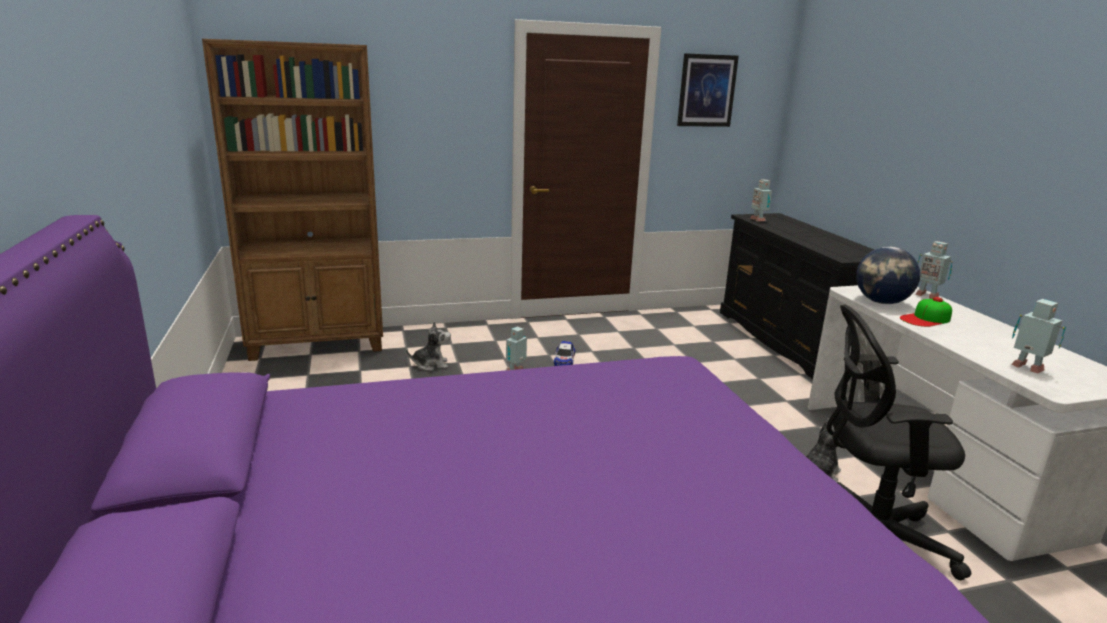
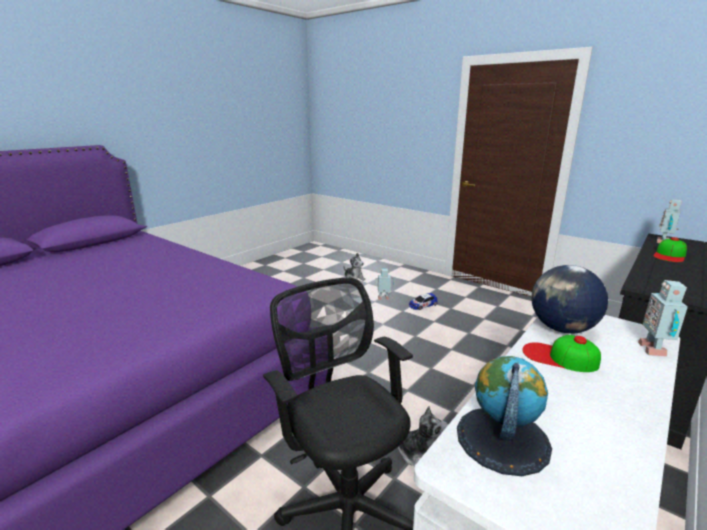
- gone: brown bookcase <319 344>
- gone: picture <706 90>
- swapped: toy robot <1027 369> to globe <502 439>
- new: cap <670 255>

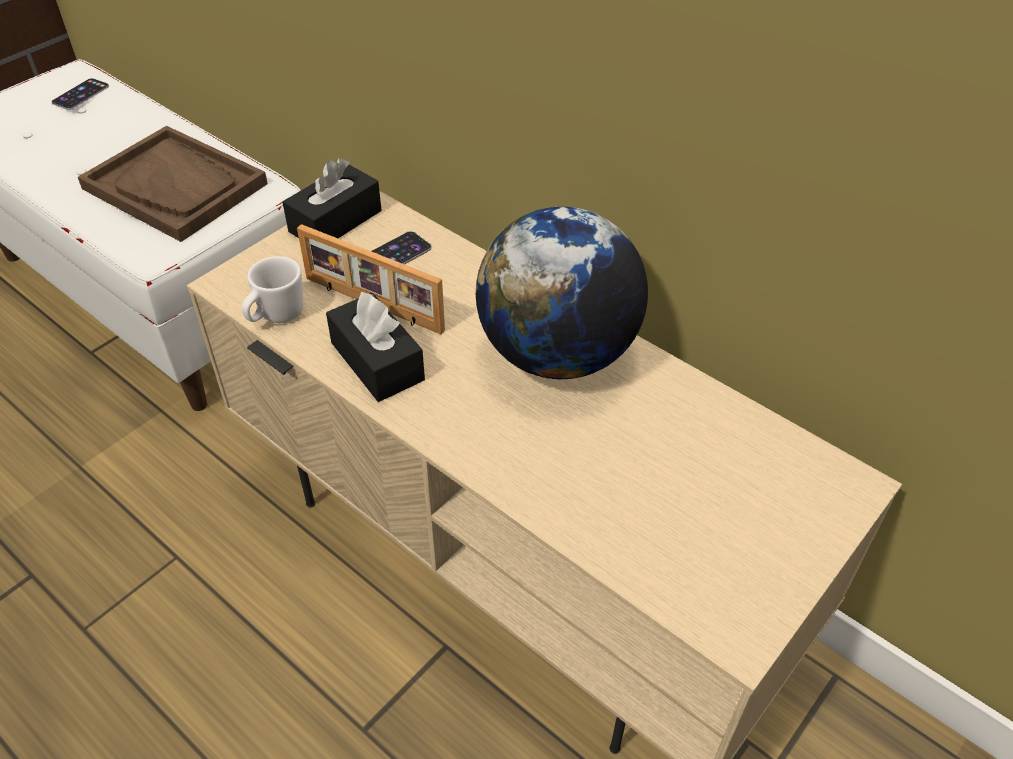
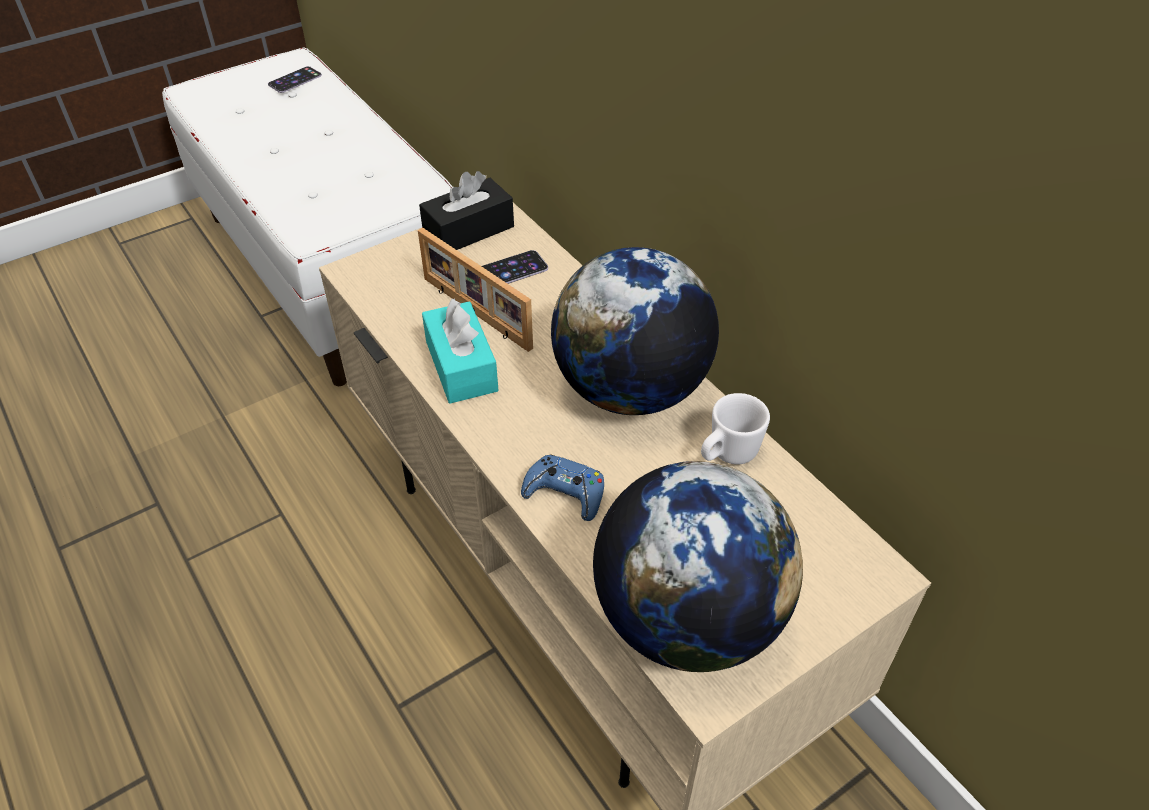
- gone: brown tray <176 186>
- shifted: white mug <276 316> to <727 455>
- repainted: black tissue box <377 361> to turquoise tissue box <461 366>
- new: blue game controller <565 493>
- new: globe <687 618>

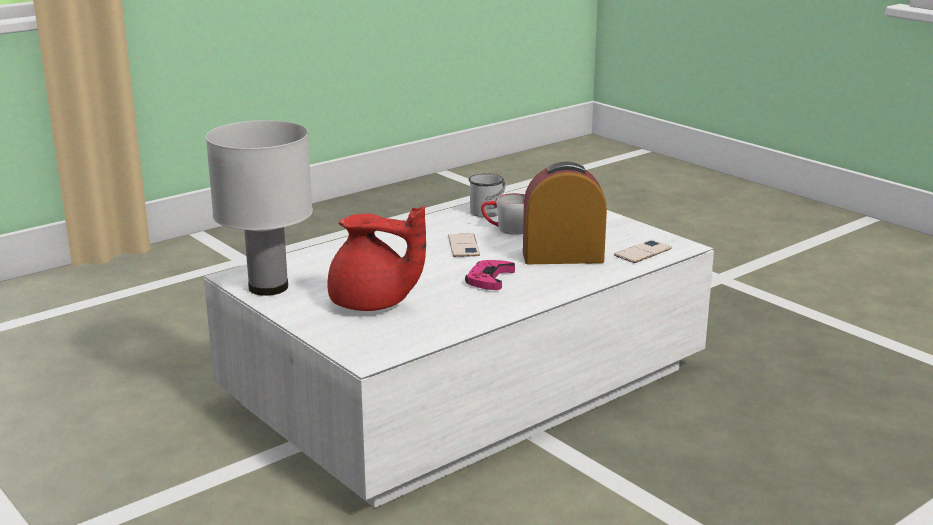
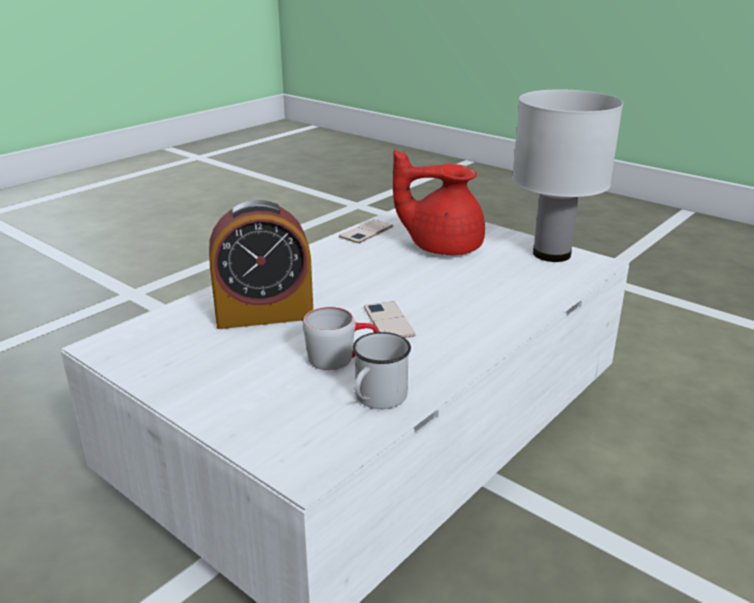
- gone: pink game controller <489 279>
- shifted: phone <643 252> to <366 232>

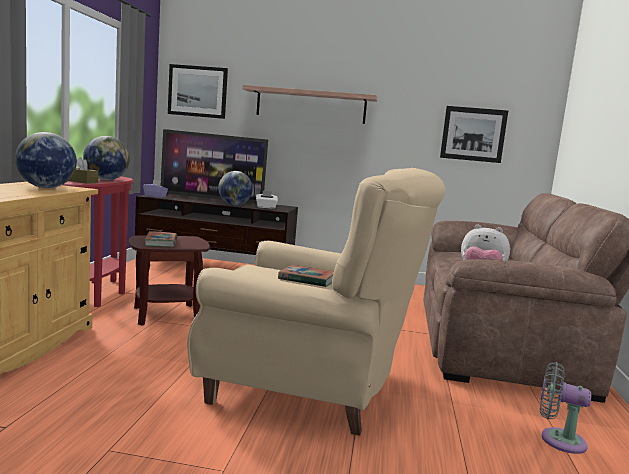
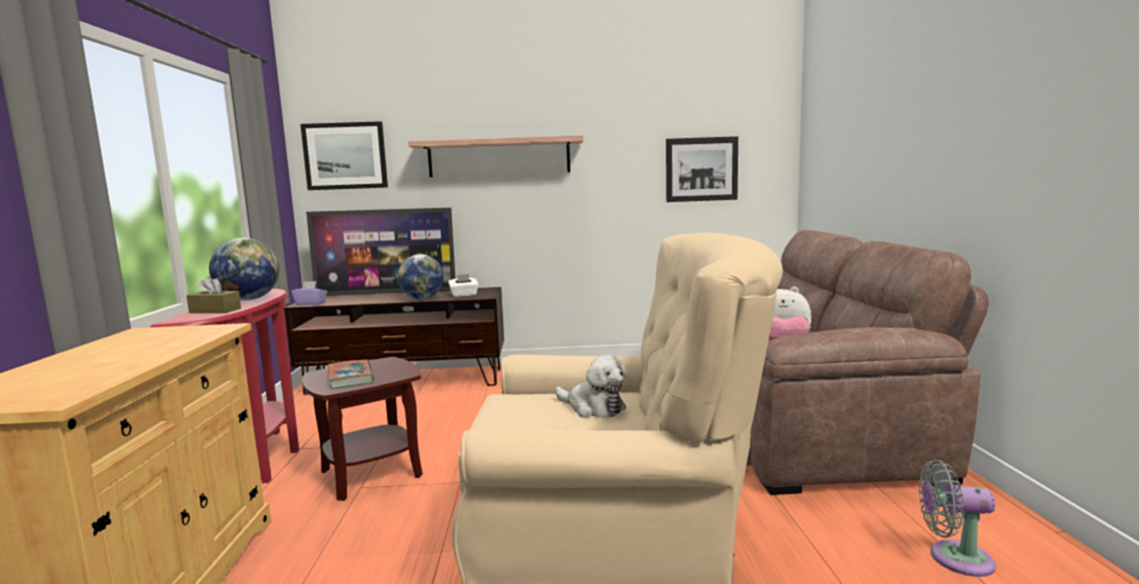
- gone: globe <46 188>
- swapped: book <307 280> to plush toy <593 407>

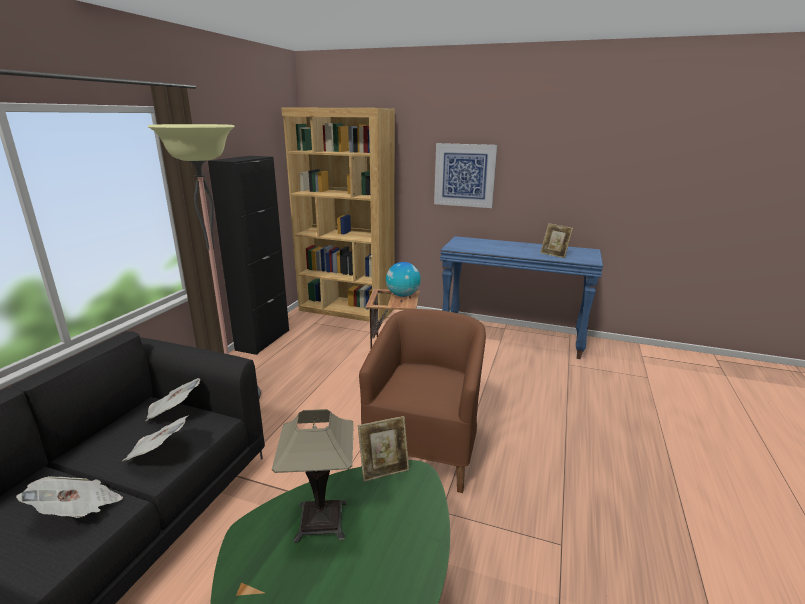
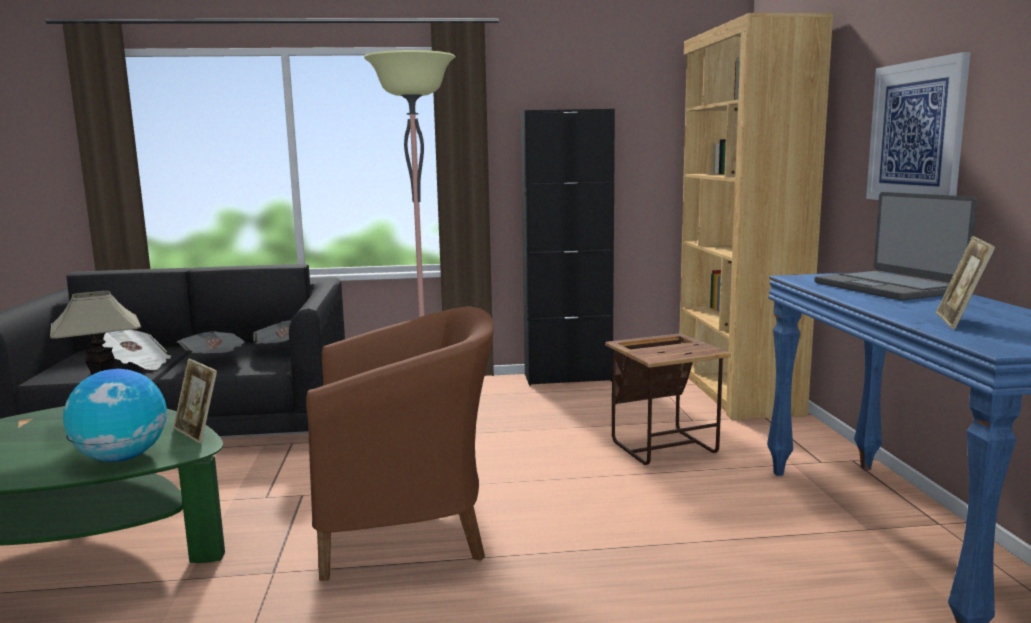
- shifted: globe <403 295> to <122 458>
- new: laptop <888 287>

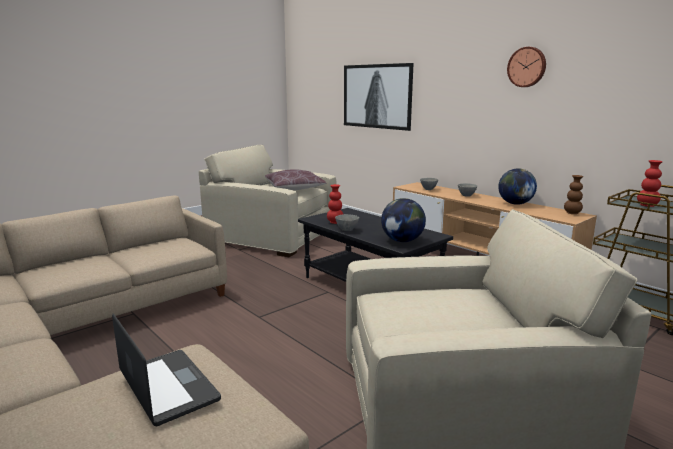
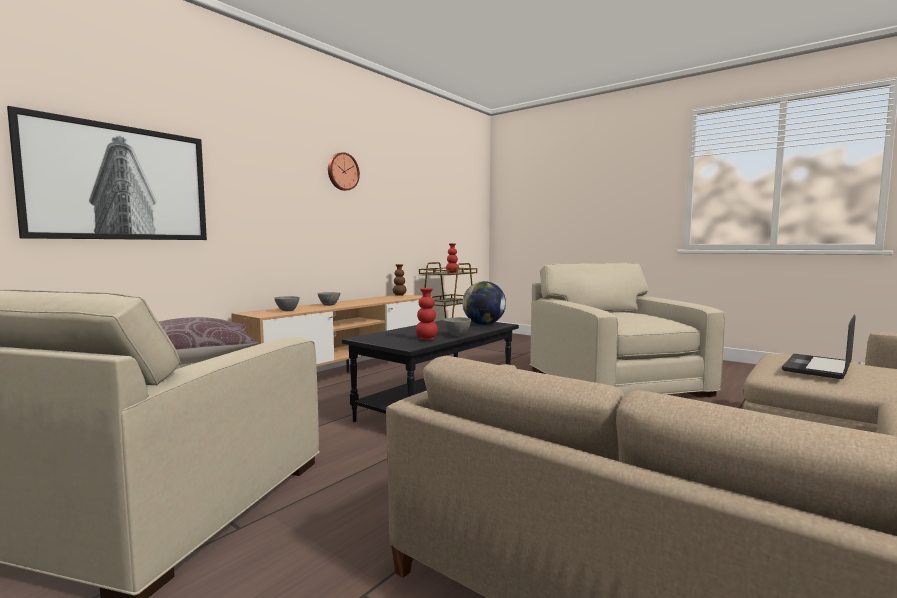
- gone: globe <515 204>

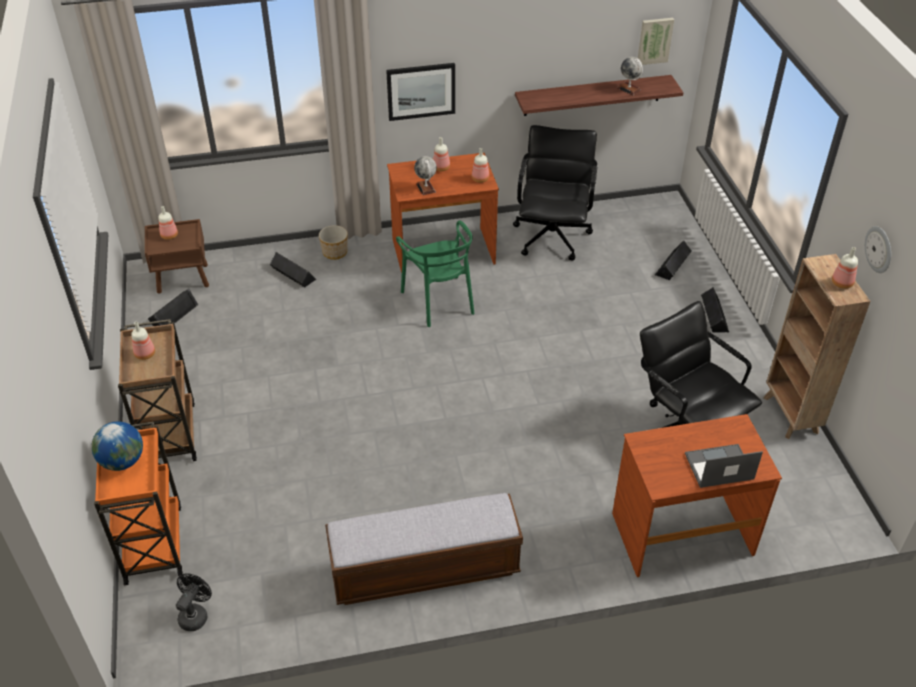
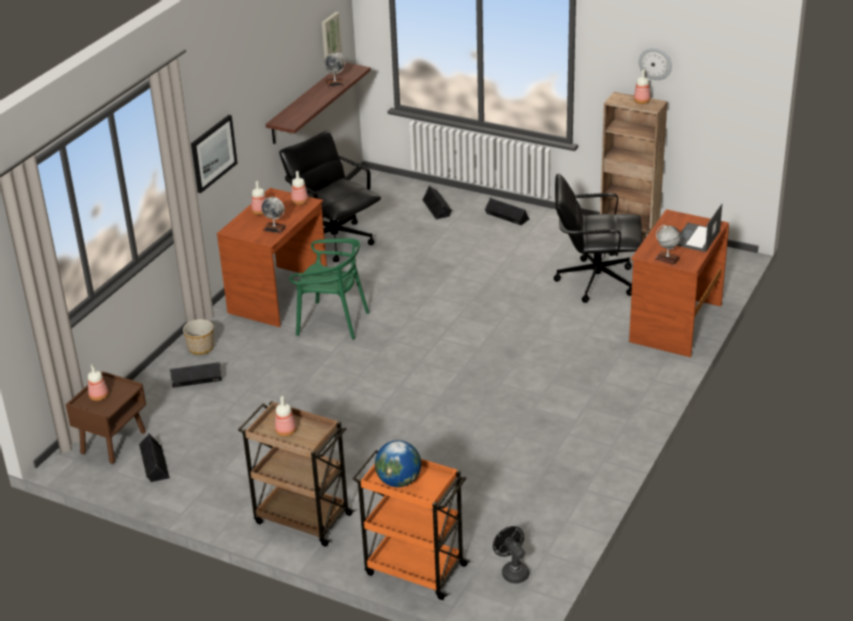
- gone: bench <424 569>
- new: globe <667 258>

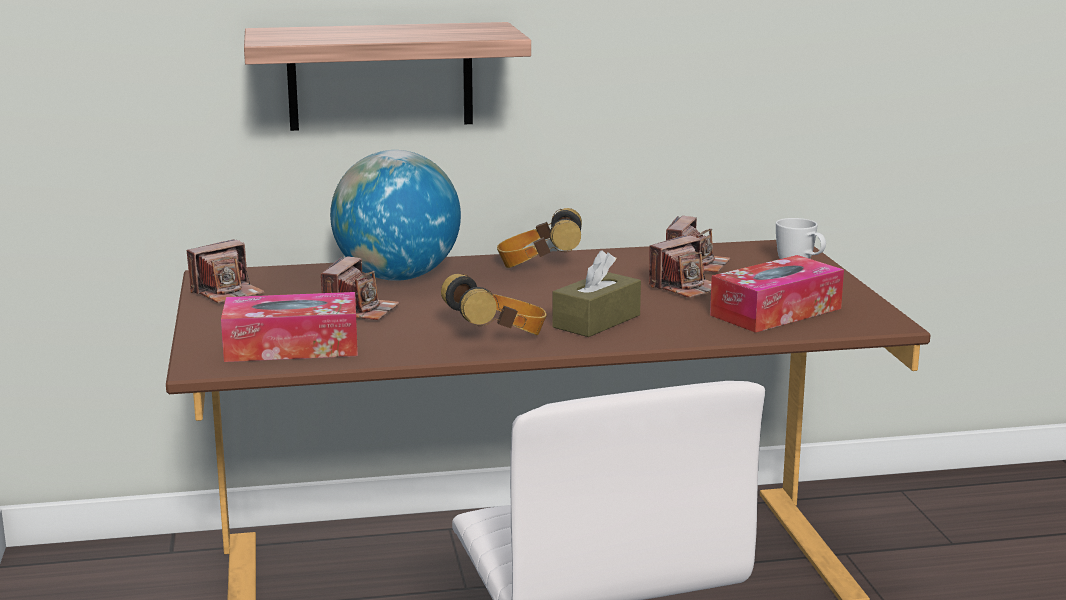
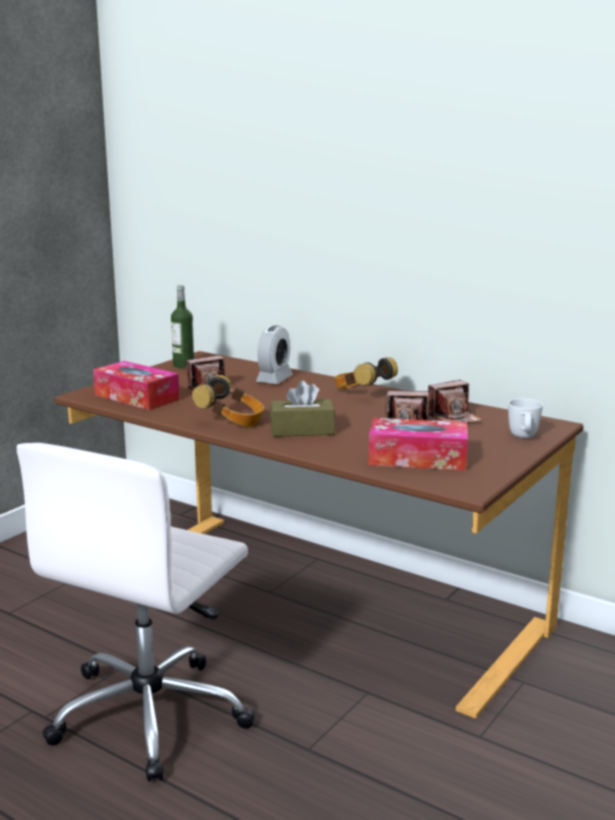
- swapped: photo camera <227 293> to bottle <183 365>
- gone: shelf <380 76>
- swapped: globe <397 277> to alarm clock <274 379>

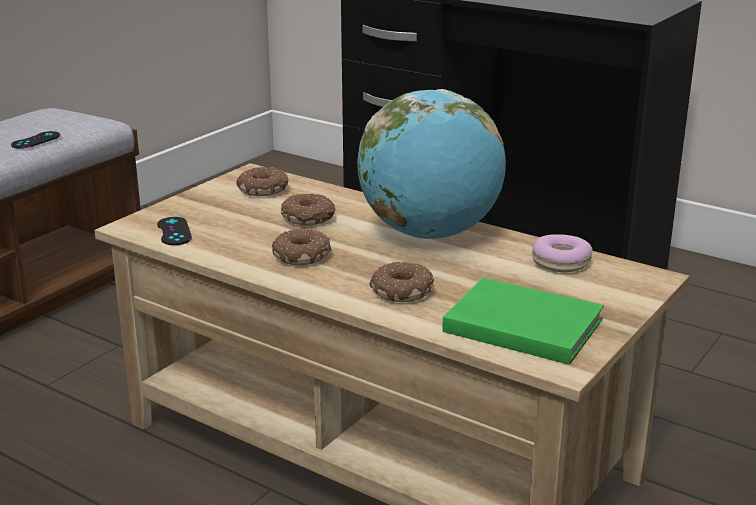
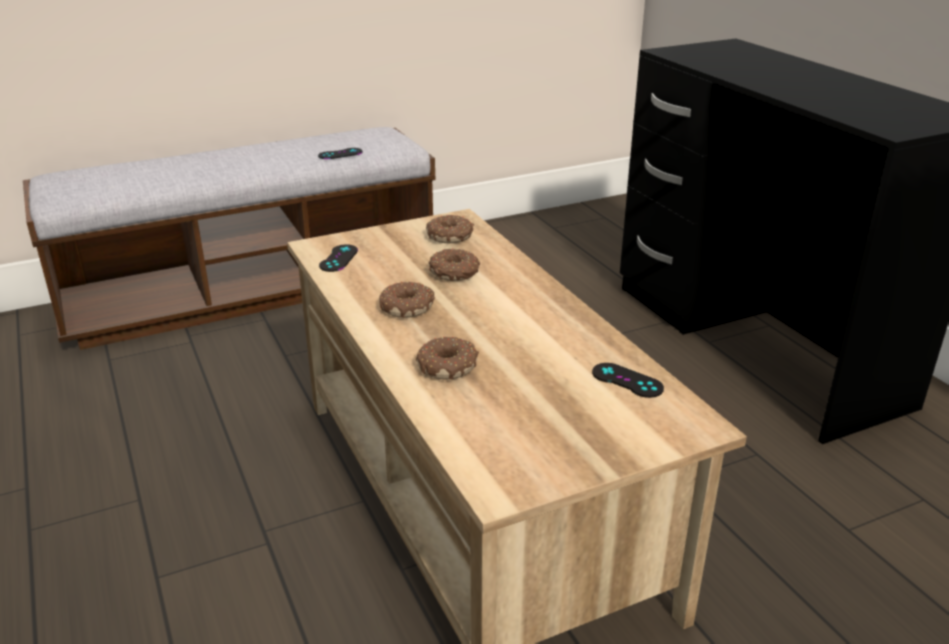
- gone: globe <430 234>
- gone: green book <520 324>
- swapped: donut <561 262> to black game controller <627 380>

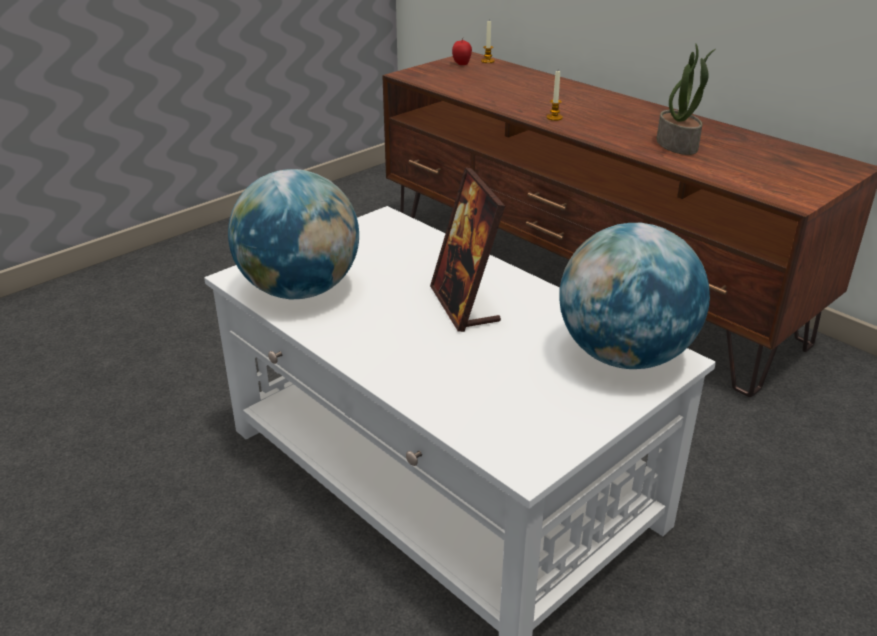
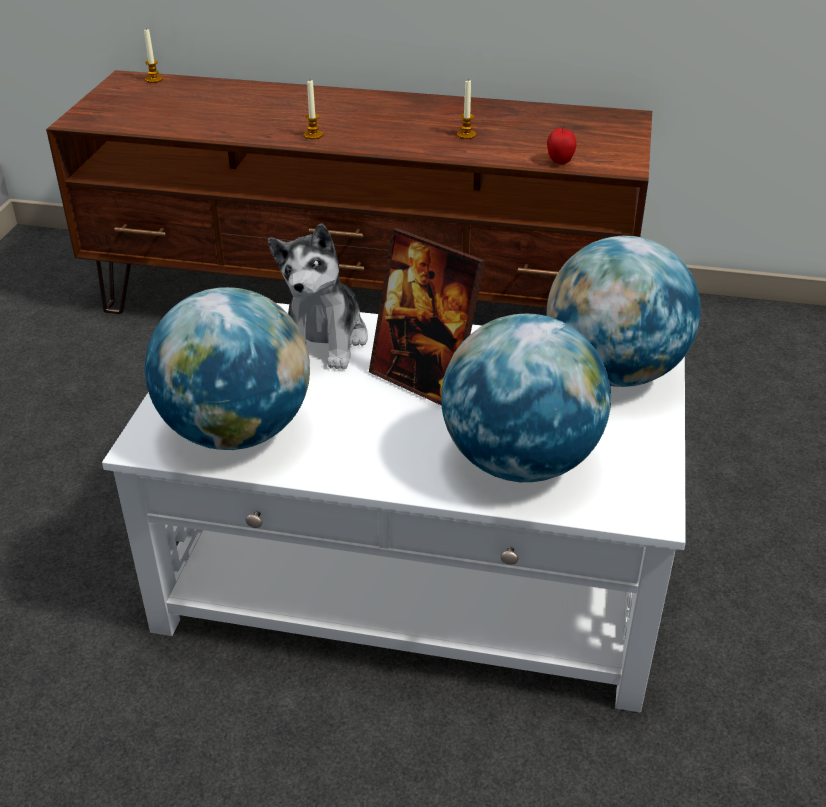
- shifted: apple <461 64> to <560 162>
- swapped: potted plant <678 145> to candle <466 135>
- new: plush toy <325 340>
- new: globe <520 461>

